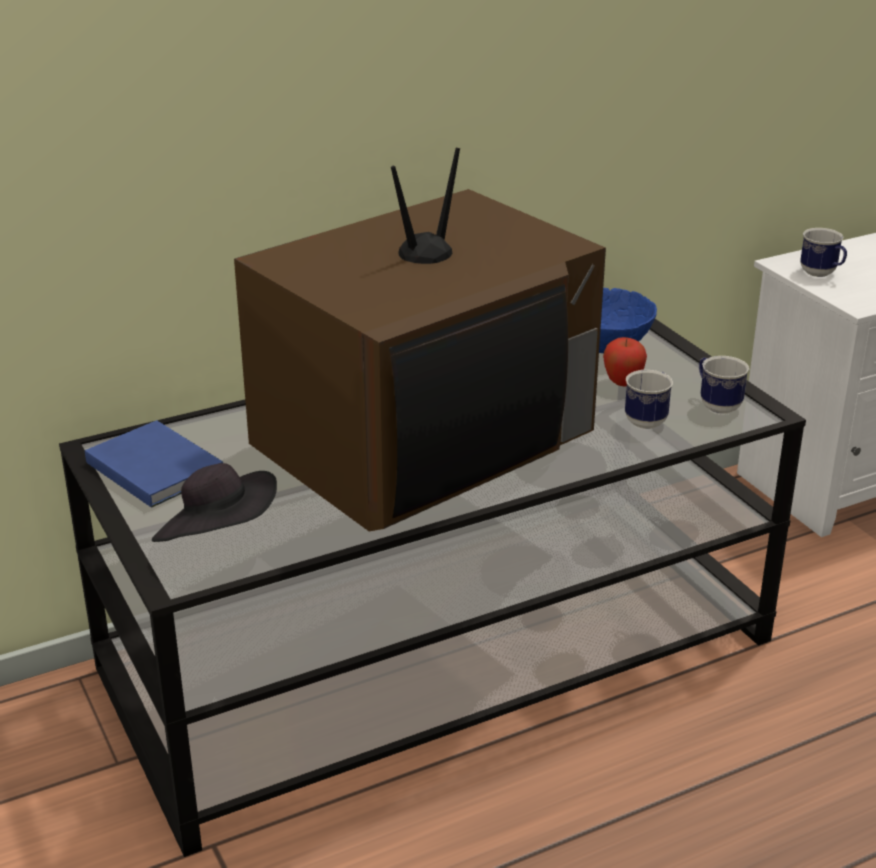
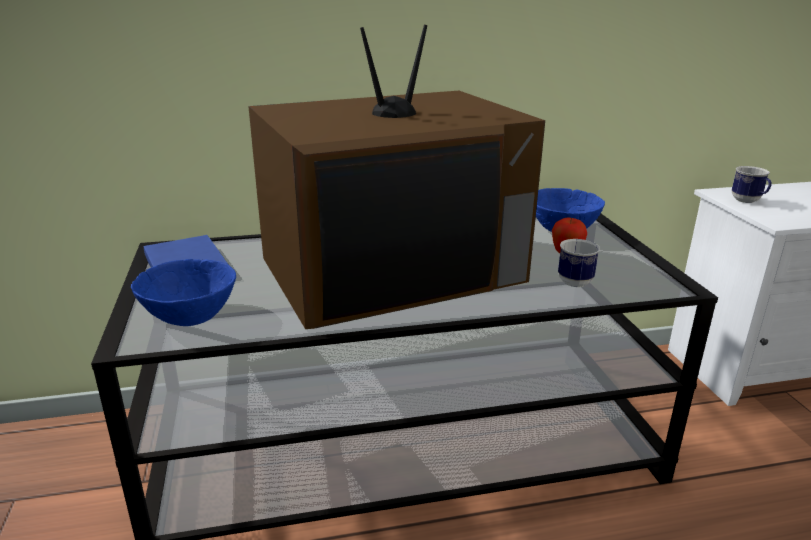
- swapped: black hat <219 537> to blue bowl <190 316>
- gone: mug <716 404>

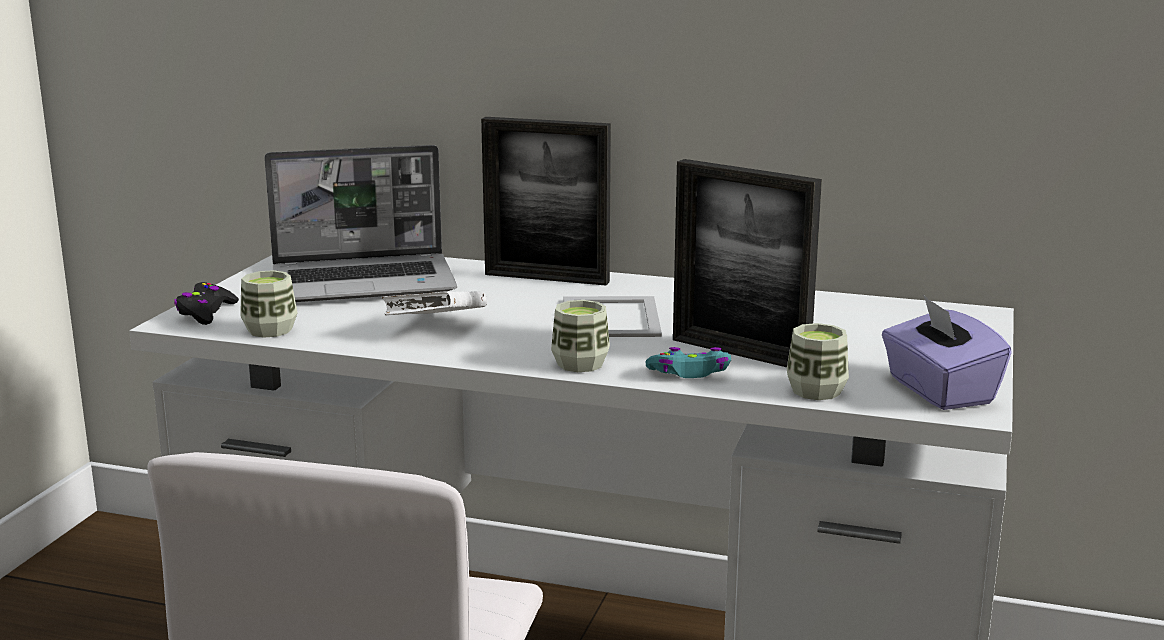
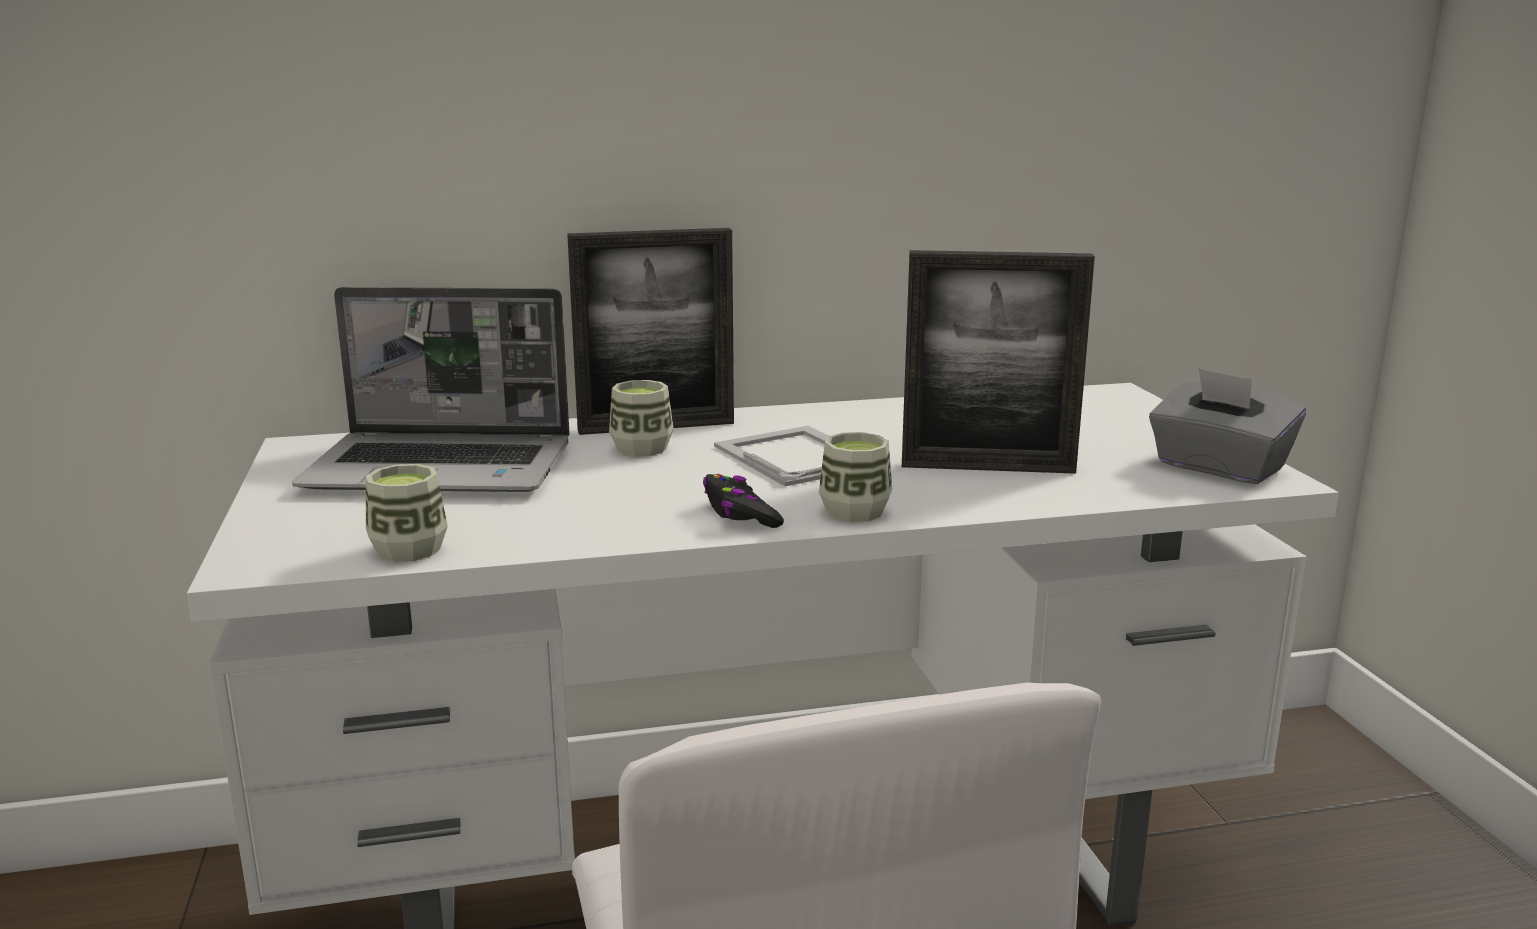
- shifted: black game controller <206 313> to <740 514>
- rotated: laptop <365 282> = <444 468> 45 degrees clockwise
- gone: white book <436 329>
- gone: turquoise game controller <690 373>
- shifted: cup <816 391> to <642 448>
- repainted: purple tissue box <939 391> to grey tissue box <1218 467>

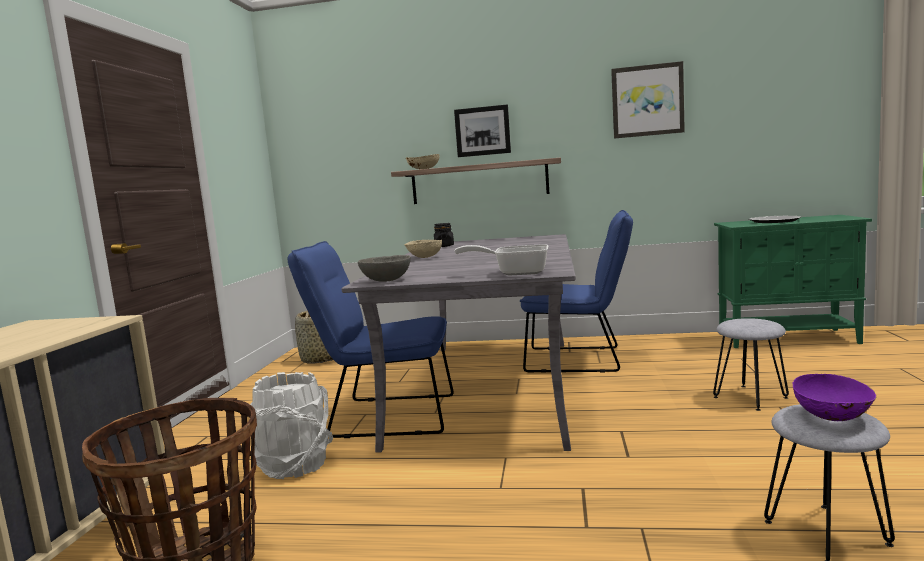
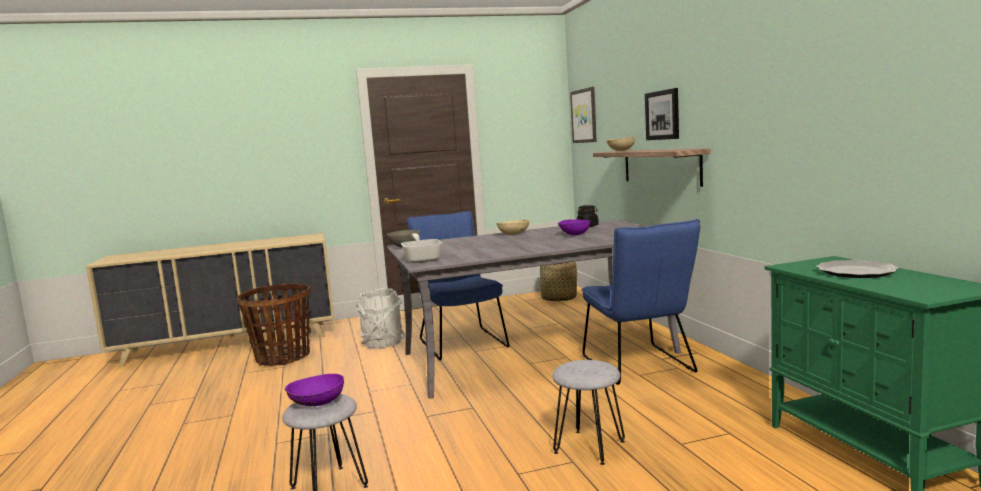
- shifted: picture <647 100> to <584 116>
- new: purple bowl <574 235>

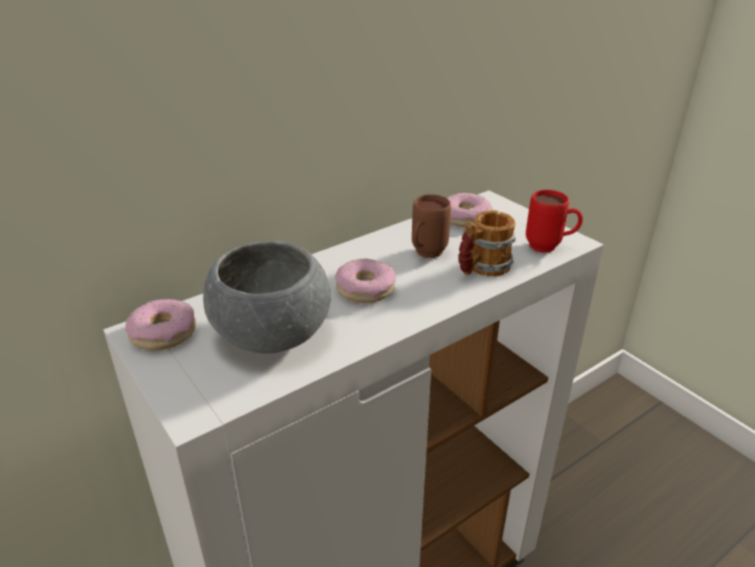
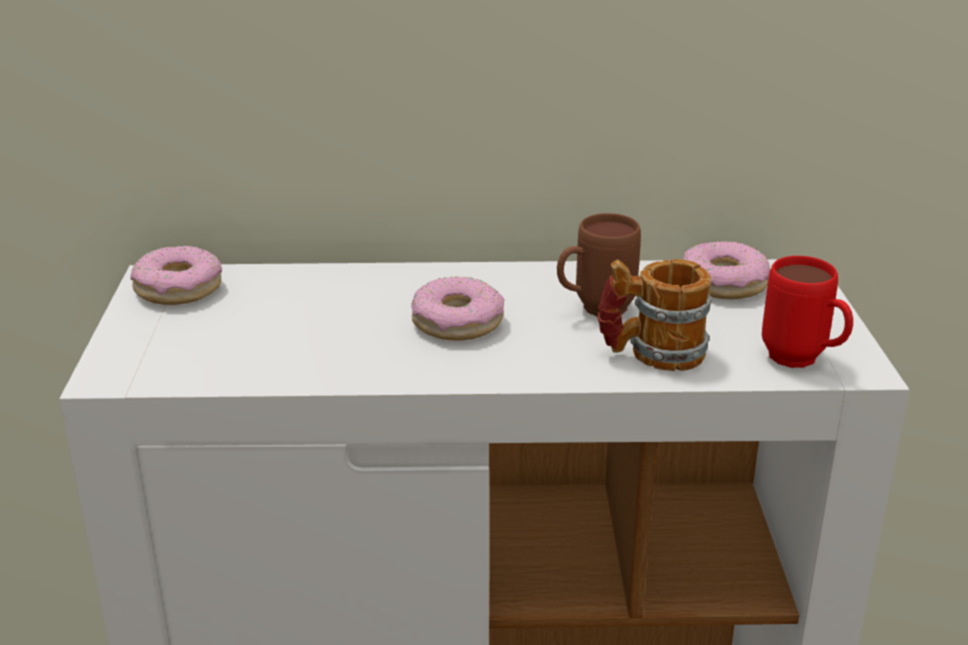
- gone: grey bowl <271 334>

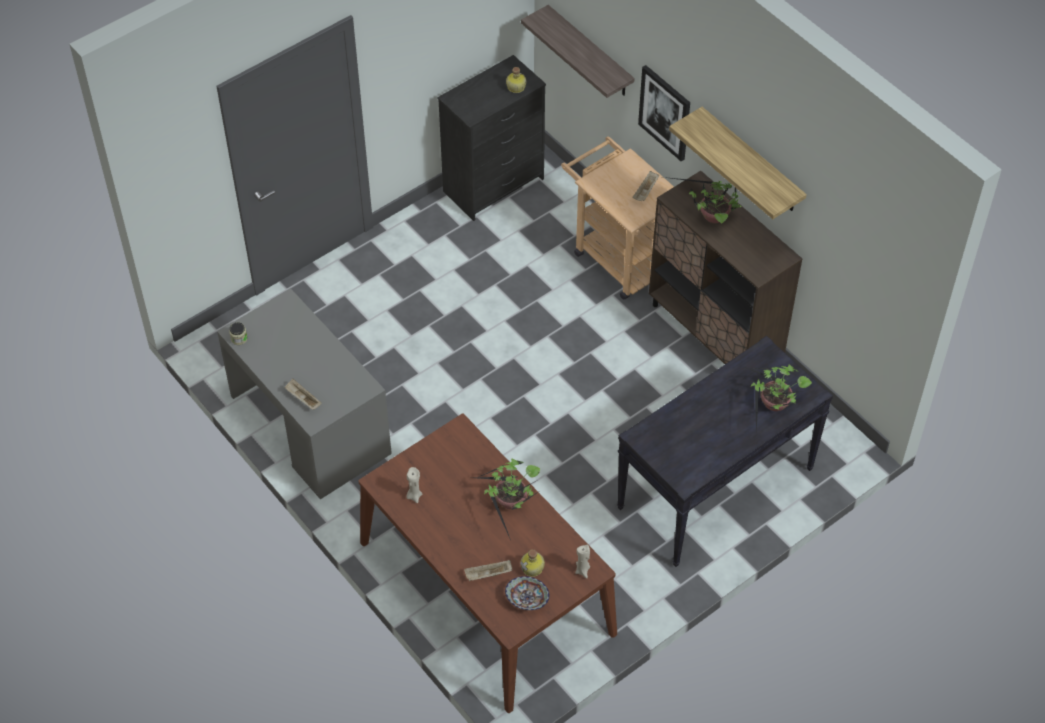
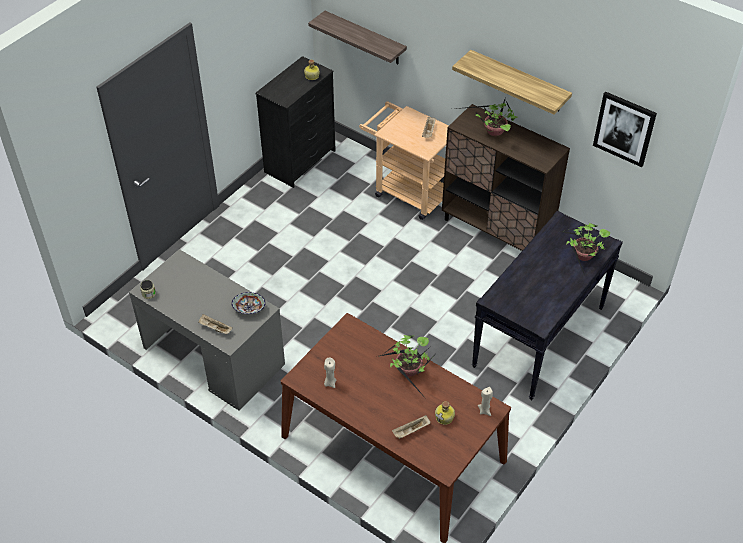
- shifted: bowl <527 598> to <249 308>
- shifted: picture <665 112> to <624 128>

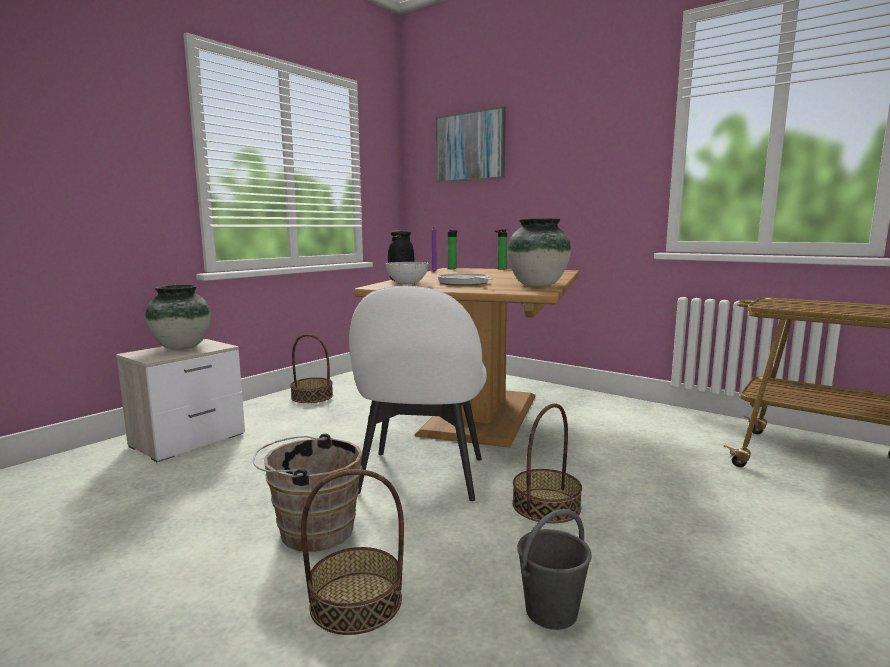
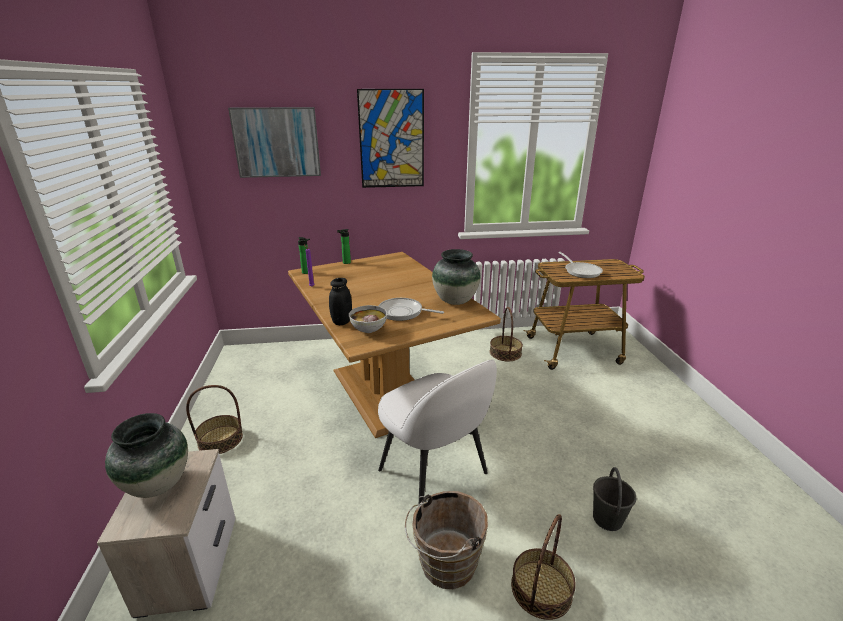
- shifted: basket <546 505> to <505 353>
- new: picture <391 139>
- new: frying pan <581 271>

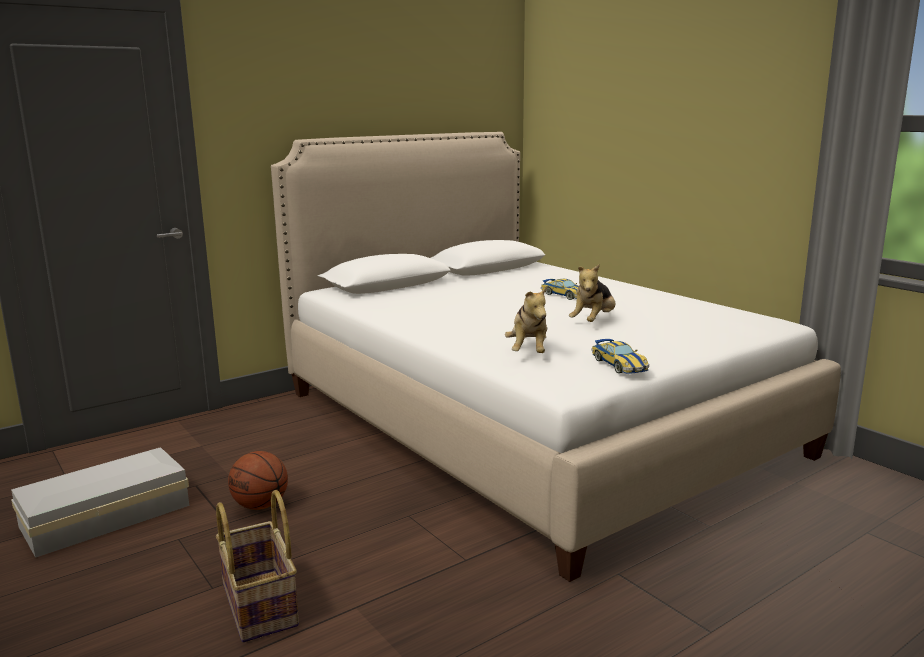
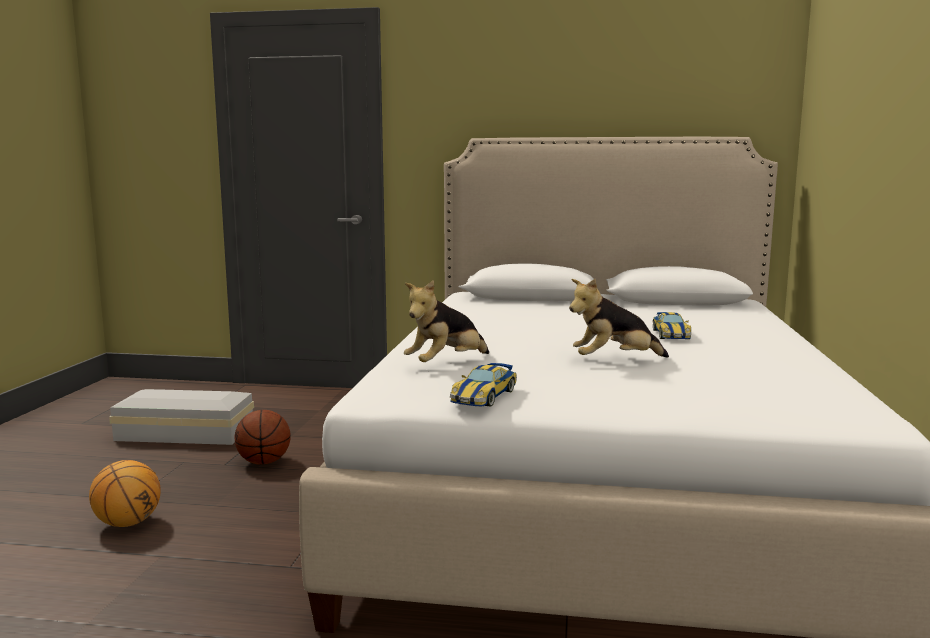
- swapped: basket <261 605> to basketball <127 523>

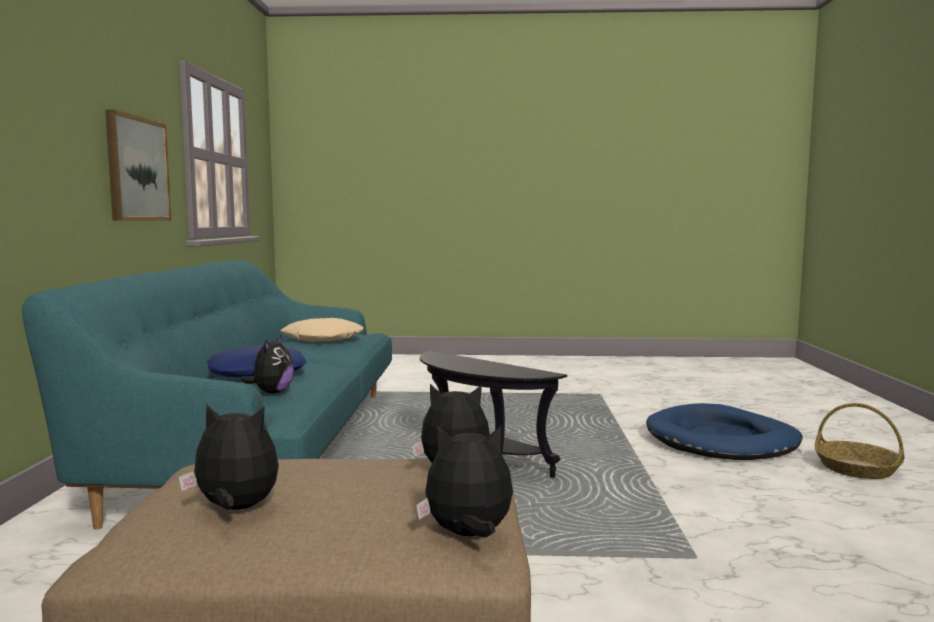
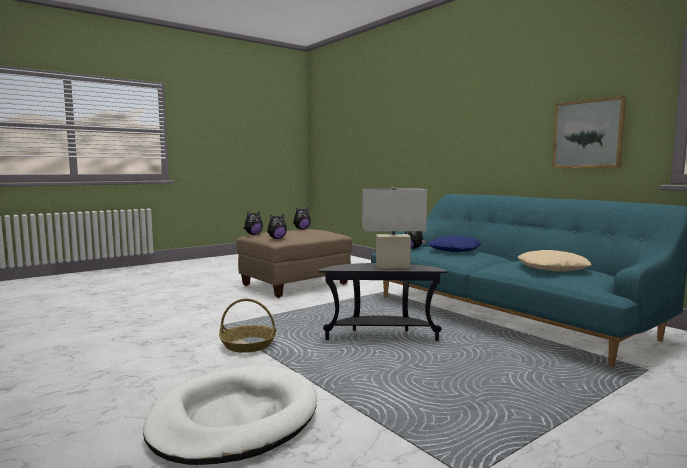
- repainted: blue dog bed <722 440> to white dog bed <234 419>
- shifted: basket <857 468> to <247 345>
- new: white table lamp <392 267>

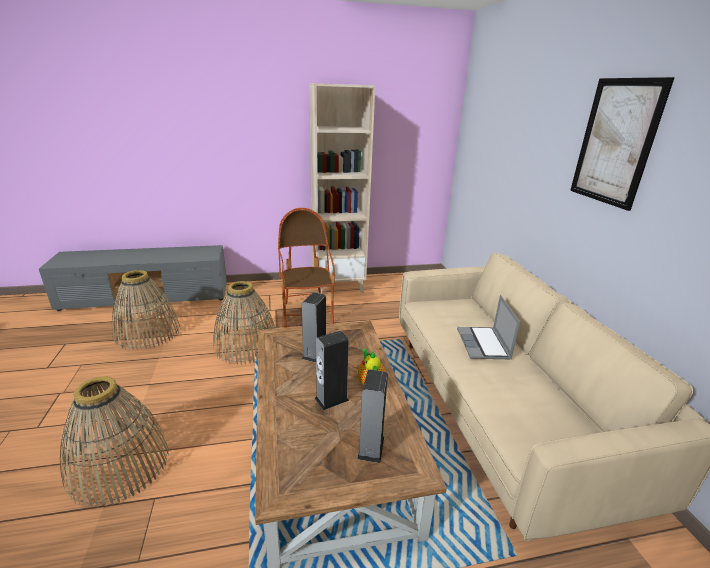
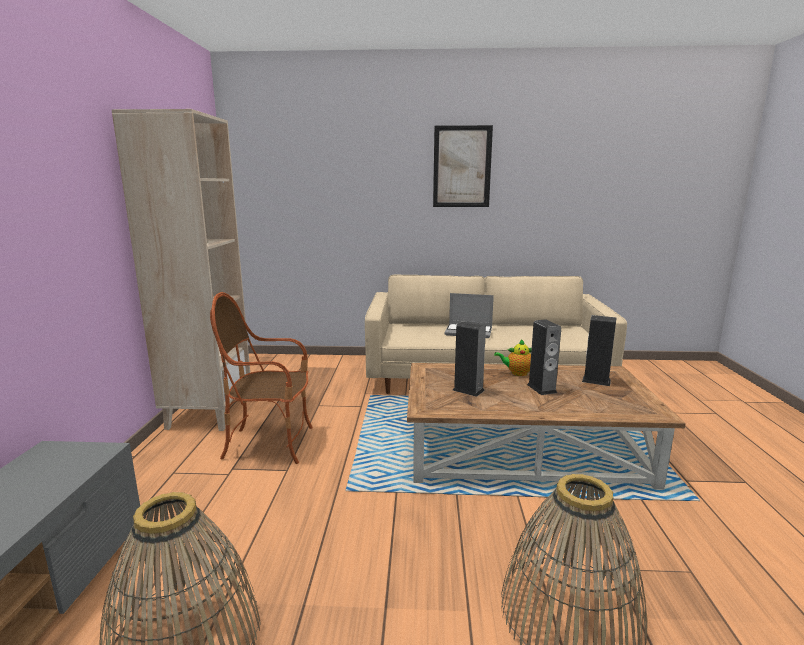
- gone: basket <246 345>

